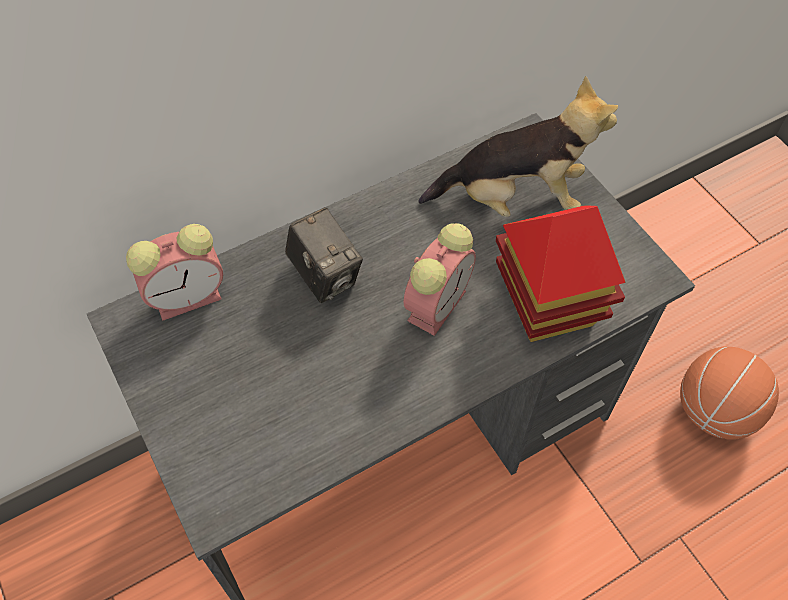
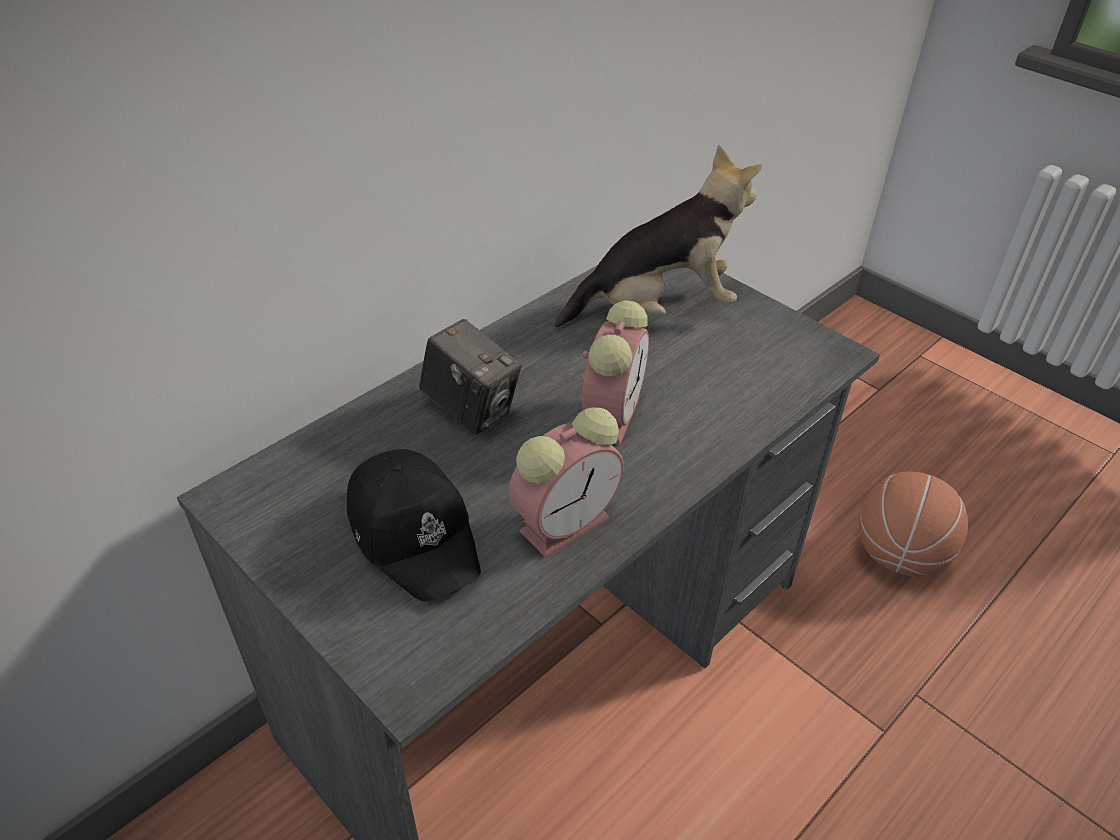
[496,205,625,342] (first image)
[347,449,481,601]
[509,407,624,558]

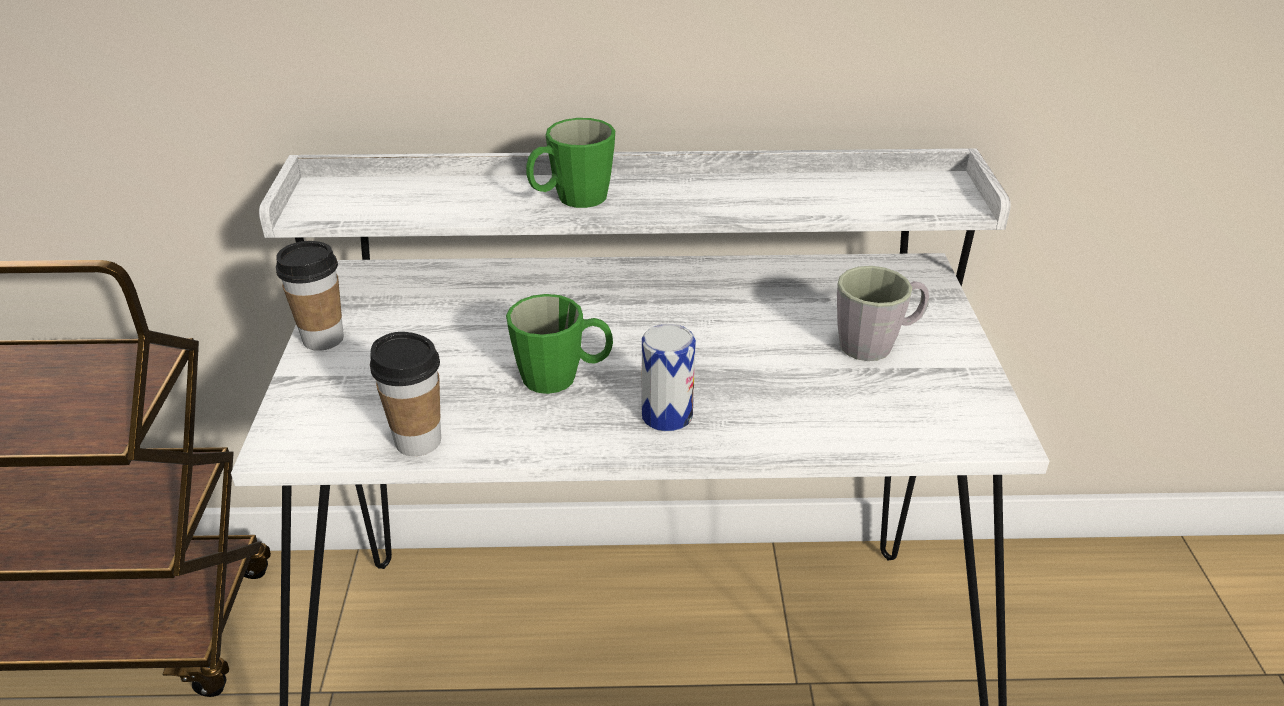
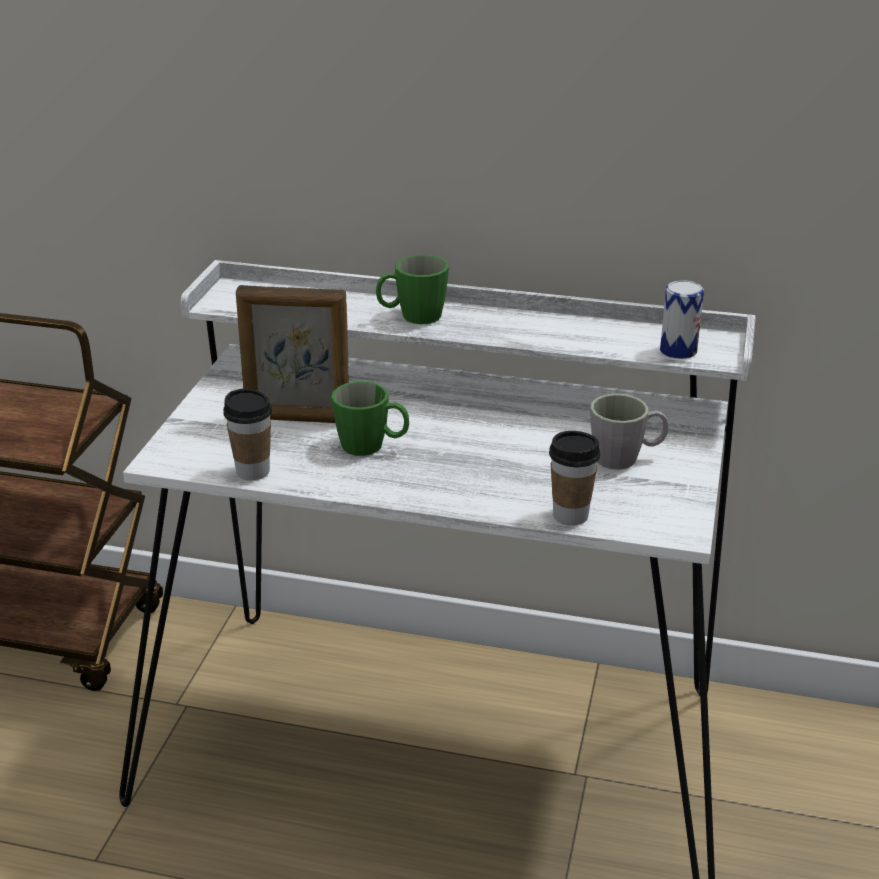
[236,285,349,423]
[549,431,600,526]
[660,280,704,359]

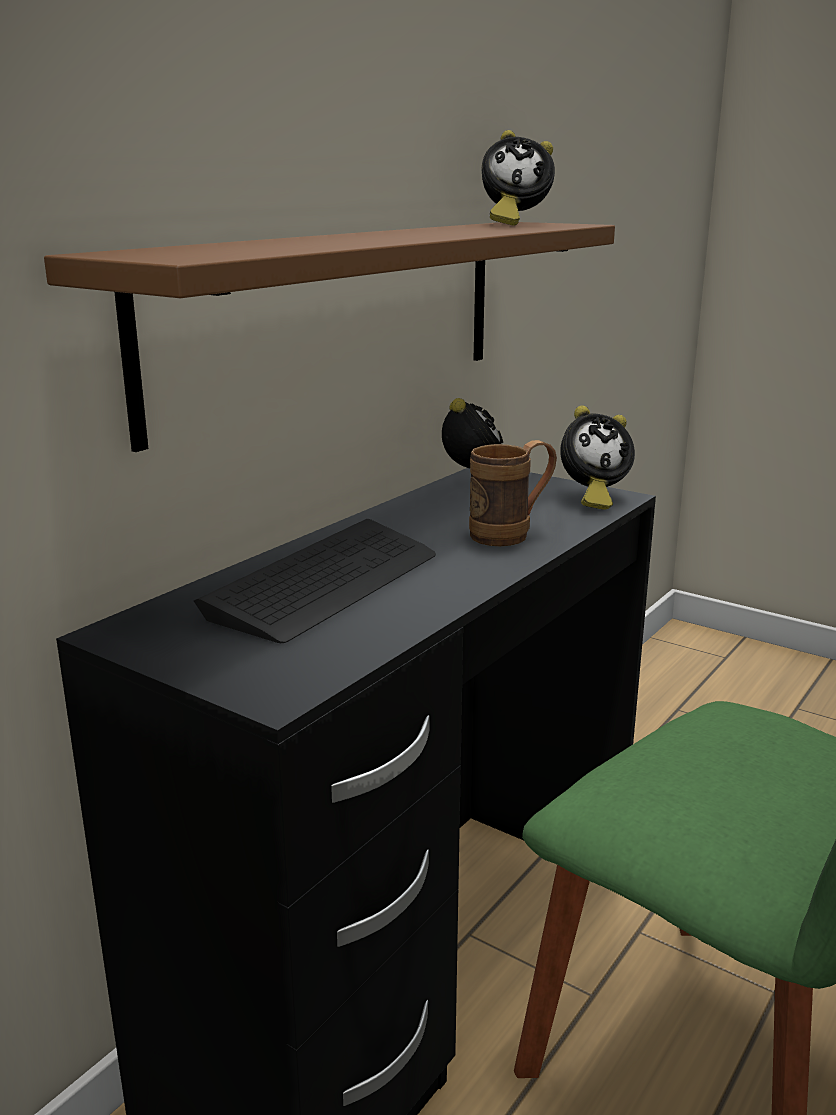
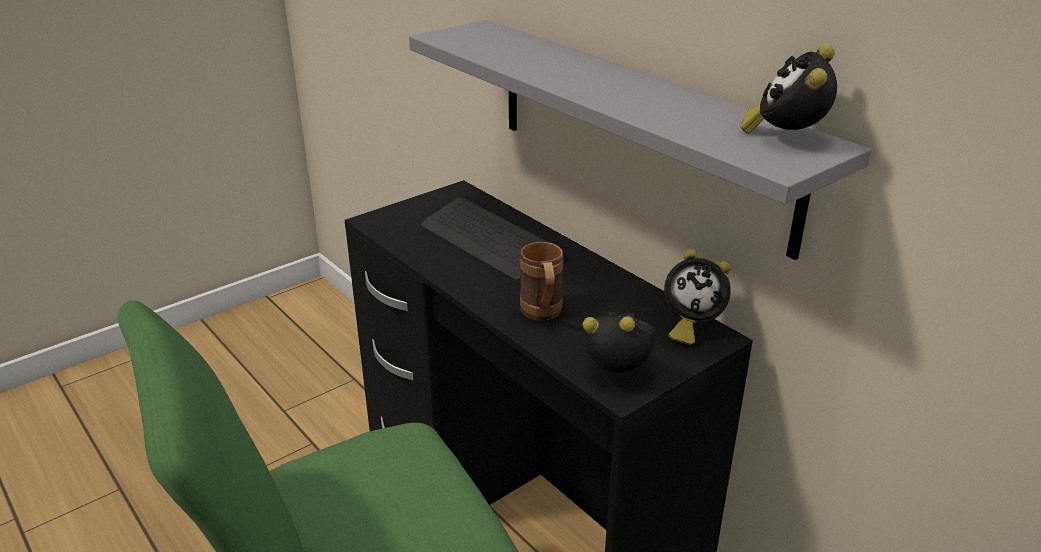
[409,20,871,260]
[583,312,656,373]

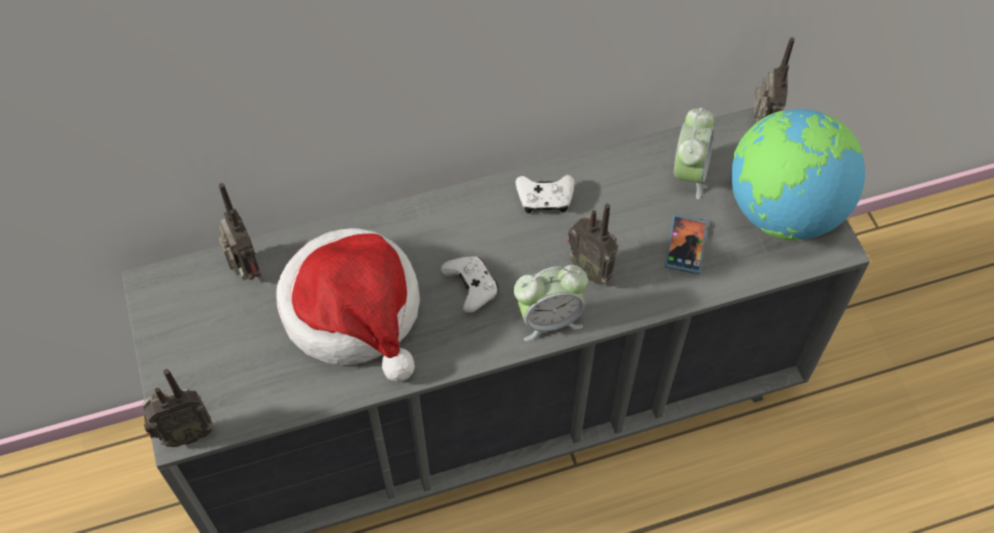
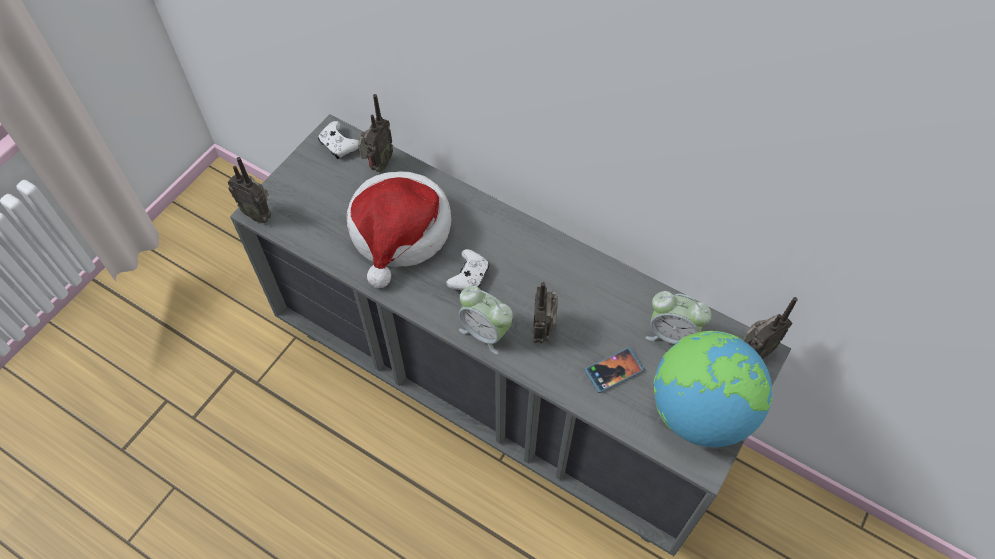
[318,121,359,159]
[645,291,711,344]

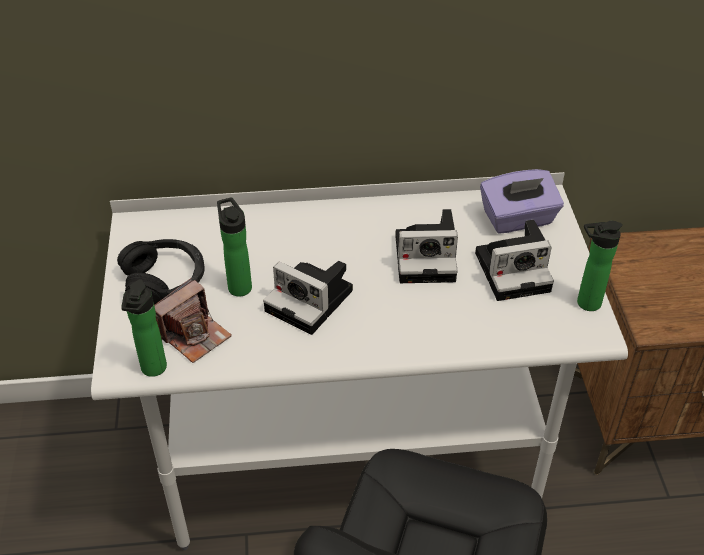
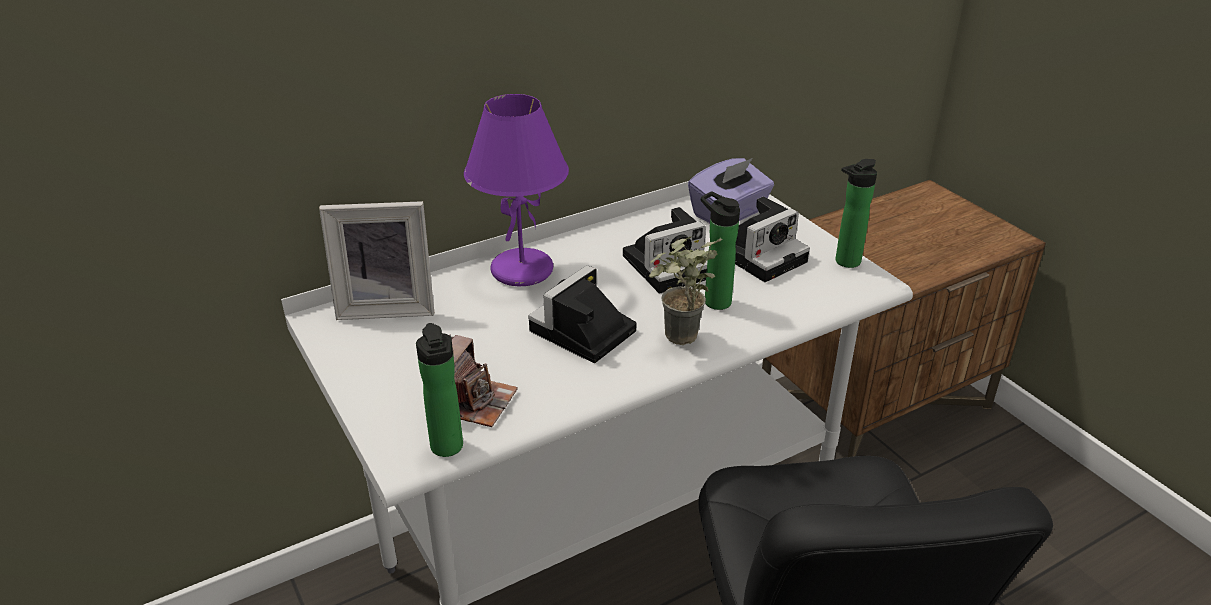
[117,239,205,305] (first image)
[319,201,434,320]
[464,94,569,286]
[649,237,723,345]
[701,191,740,310]
[528,265,637,363]

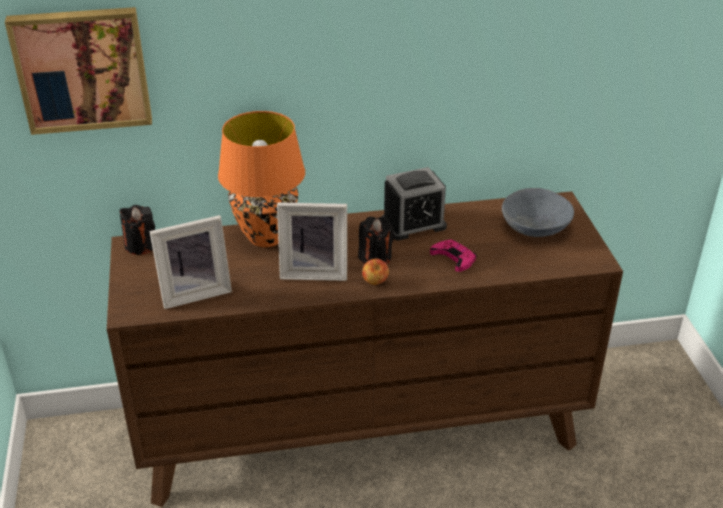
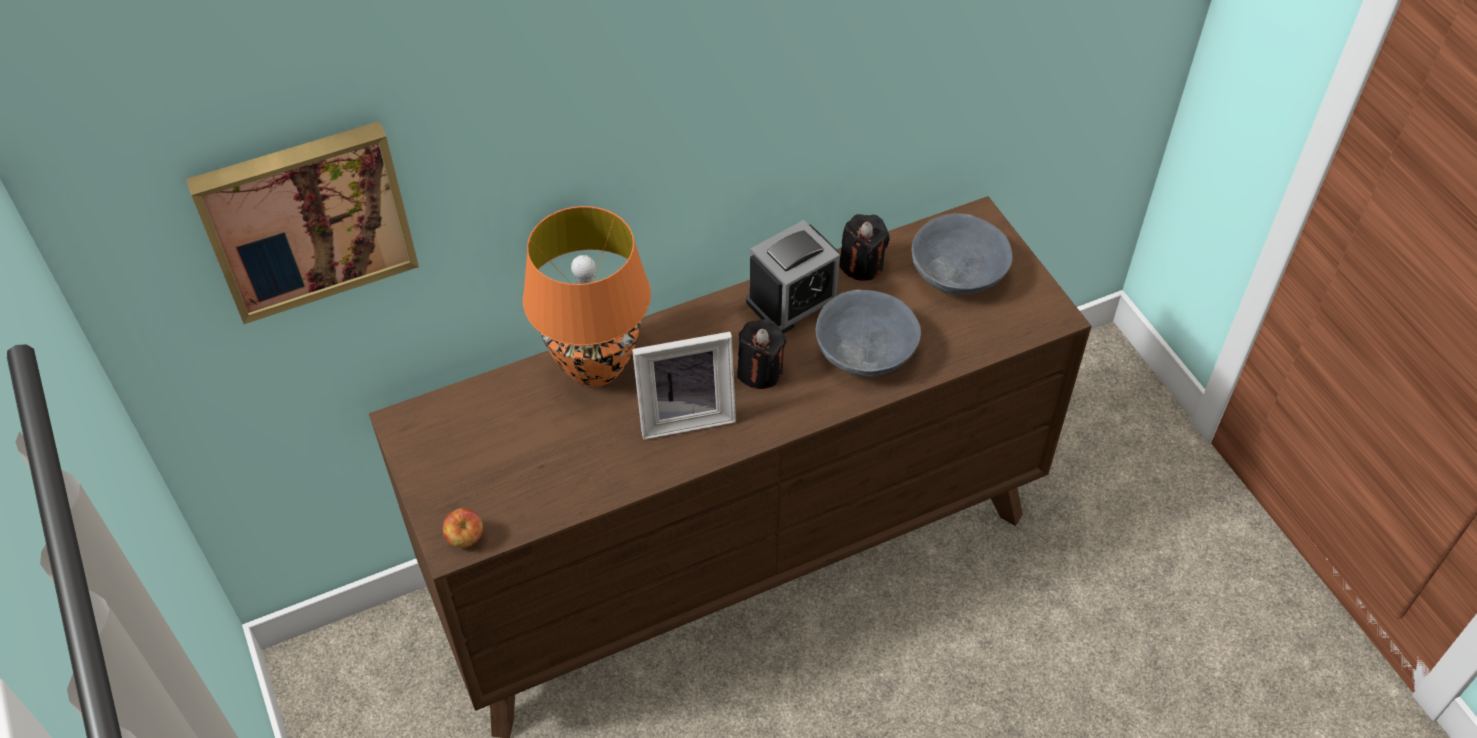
[150,215,232,309] (first image)
[839,214,890,281]
[443,508,483,548]
[816,290,921,377]

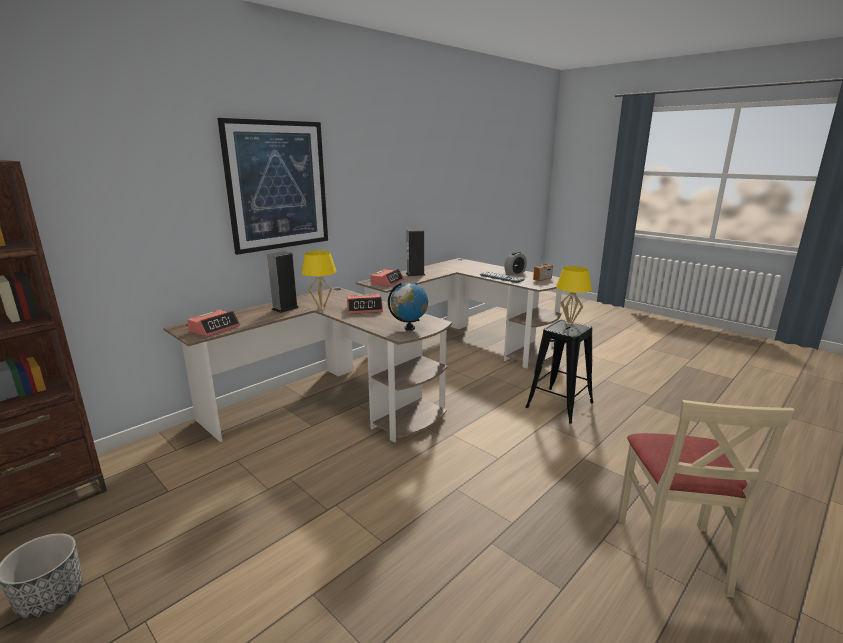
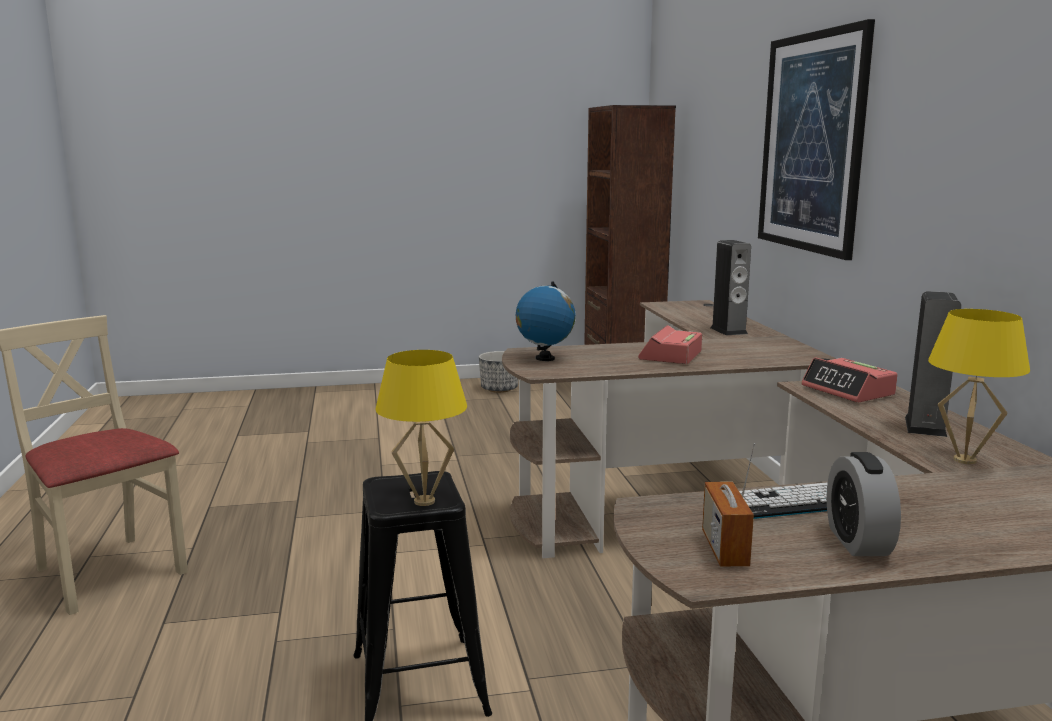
[187,310,240,337] (first image)
[928,309,1030,464]

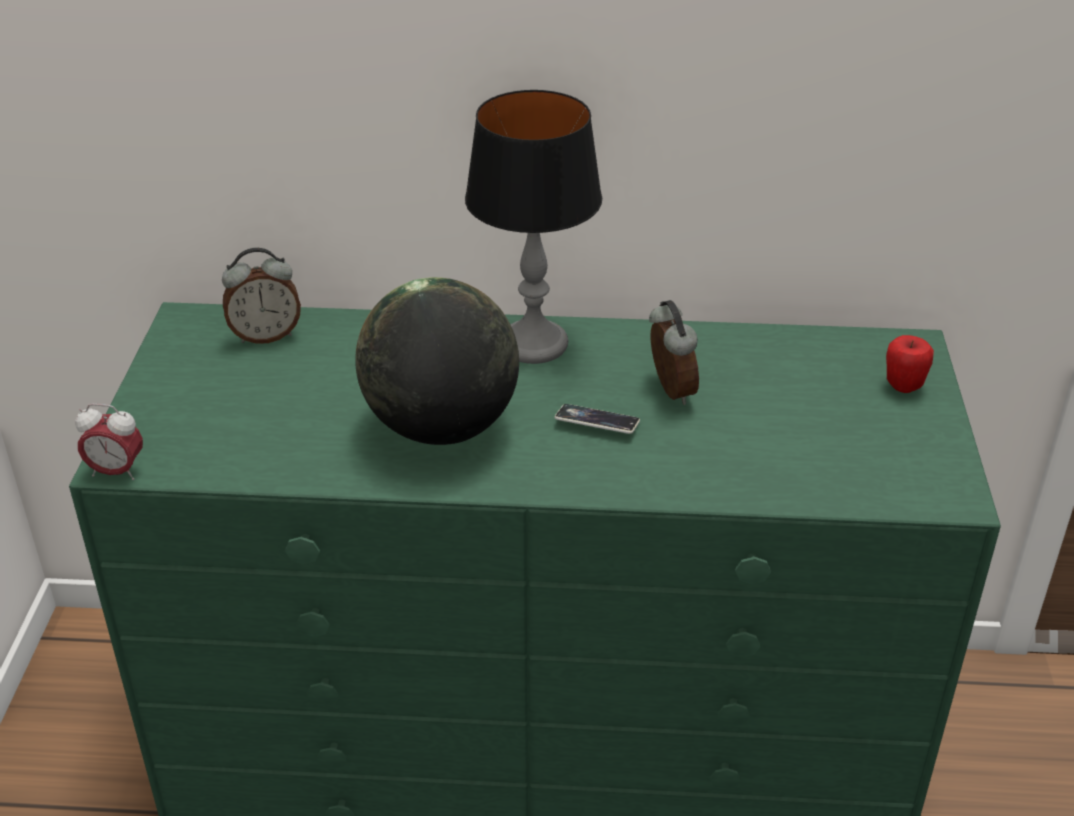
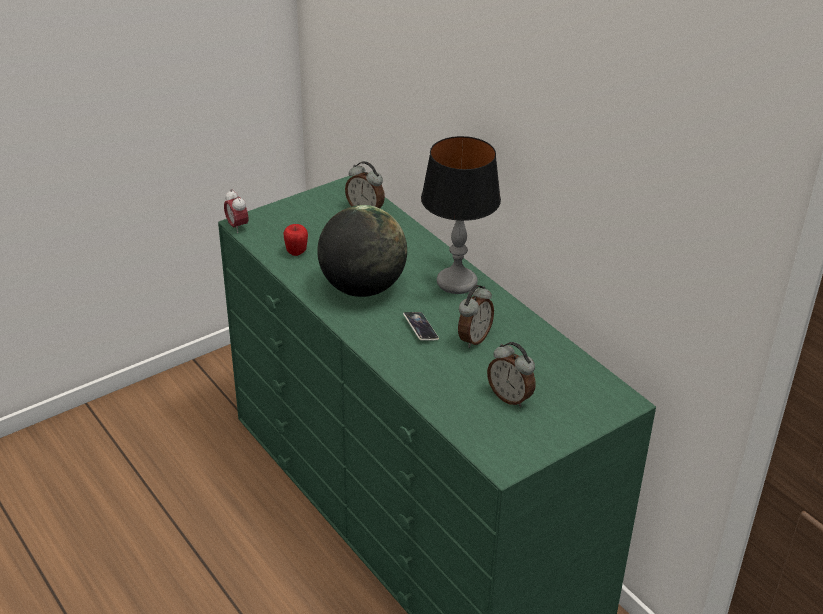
[487,342,536,407]
[284,224,308,256]

